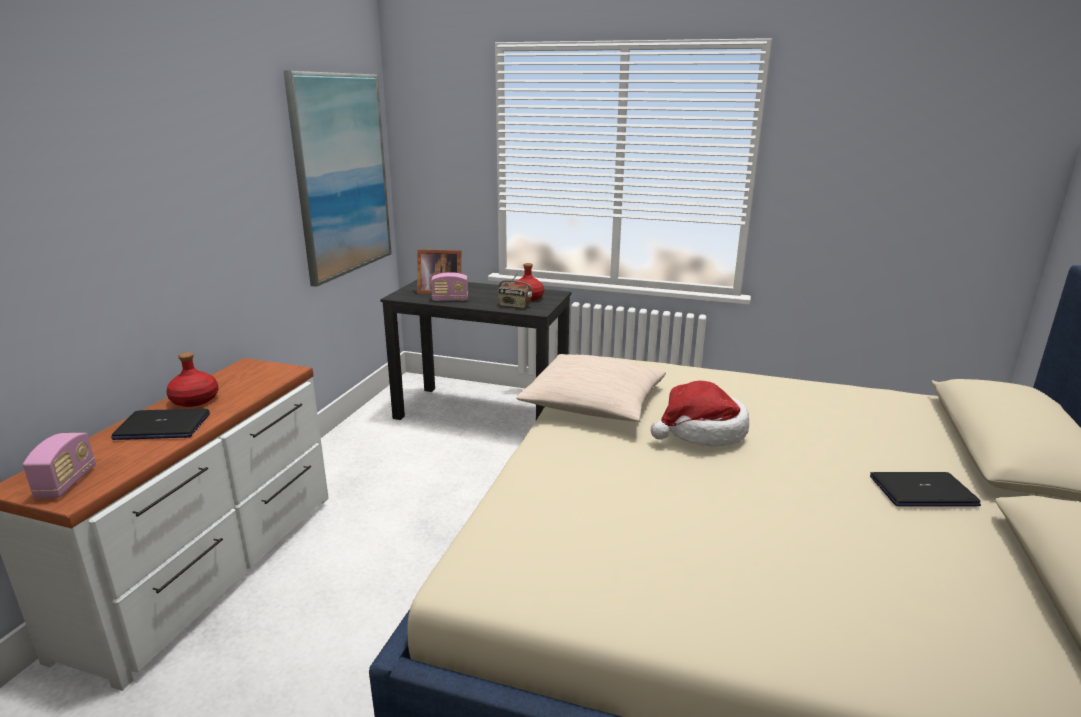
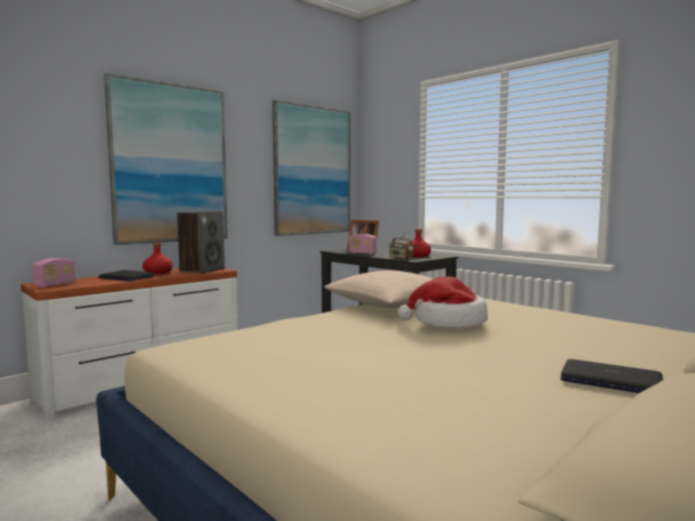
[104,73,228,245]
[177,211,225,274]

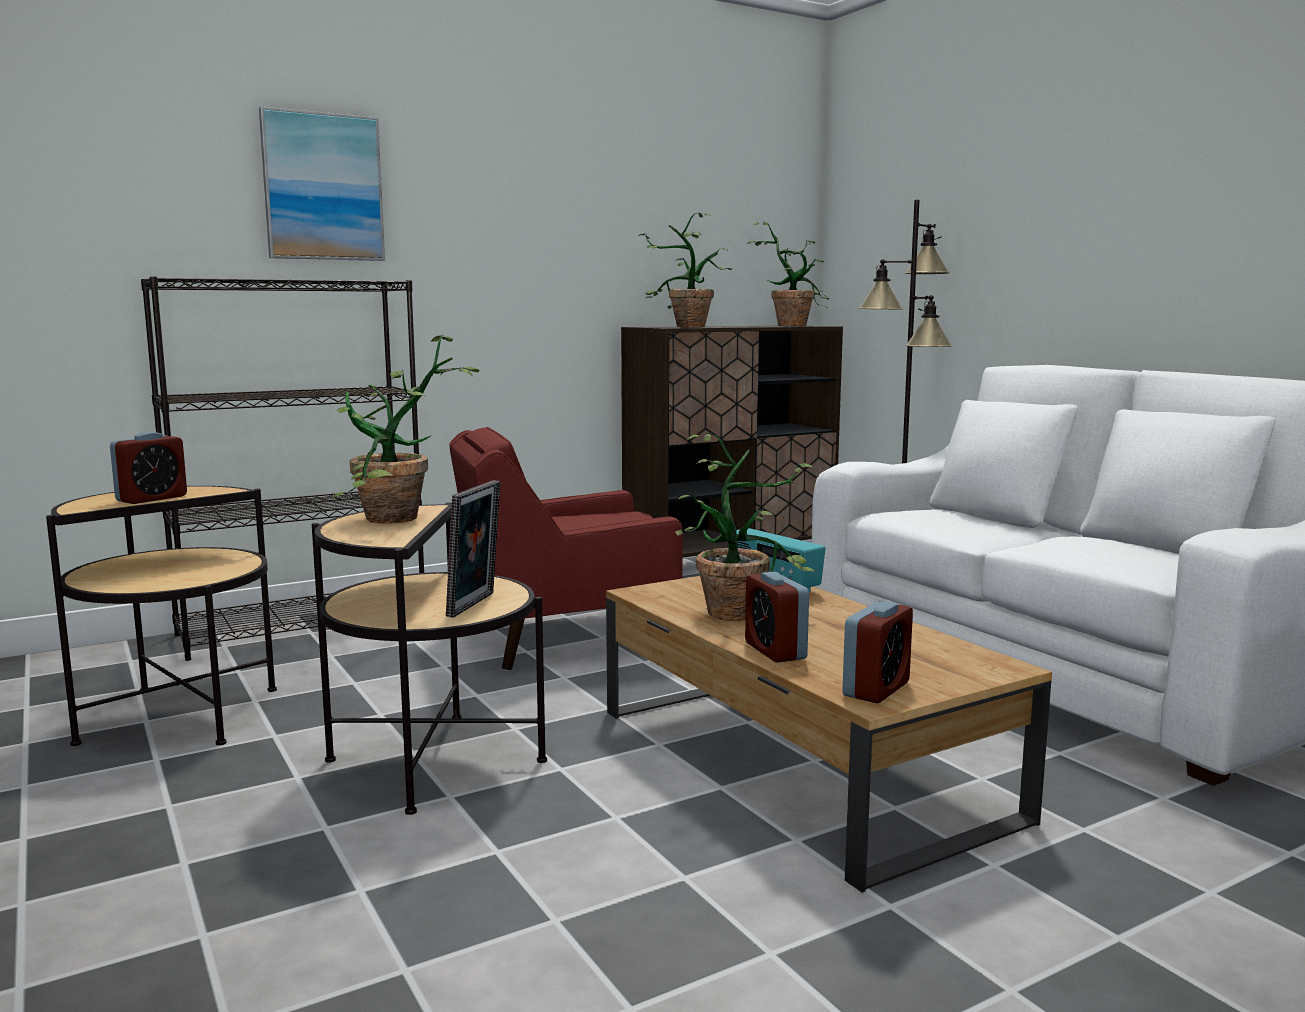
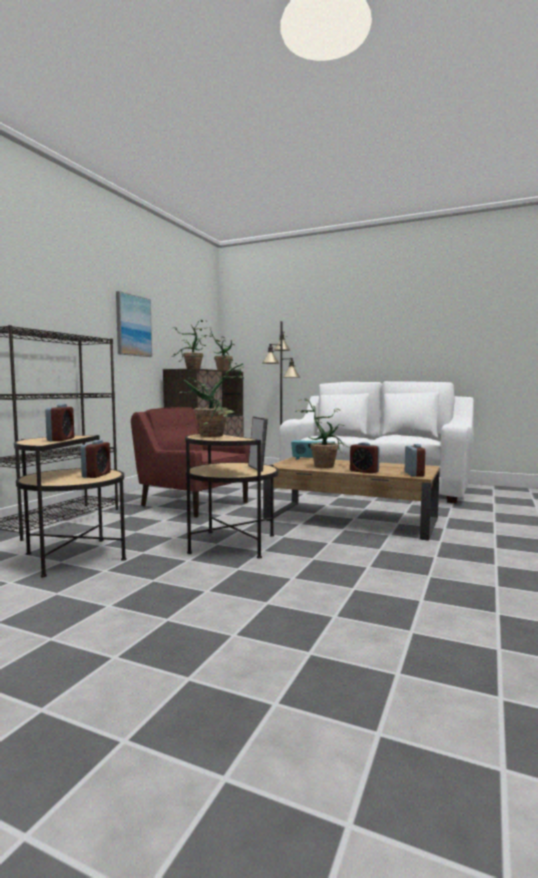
[81,440,111,478]
[116,291,152,357]
[131,407,250,518]

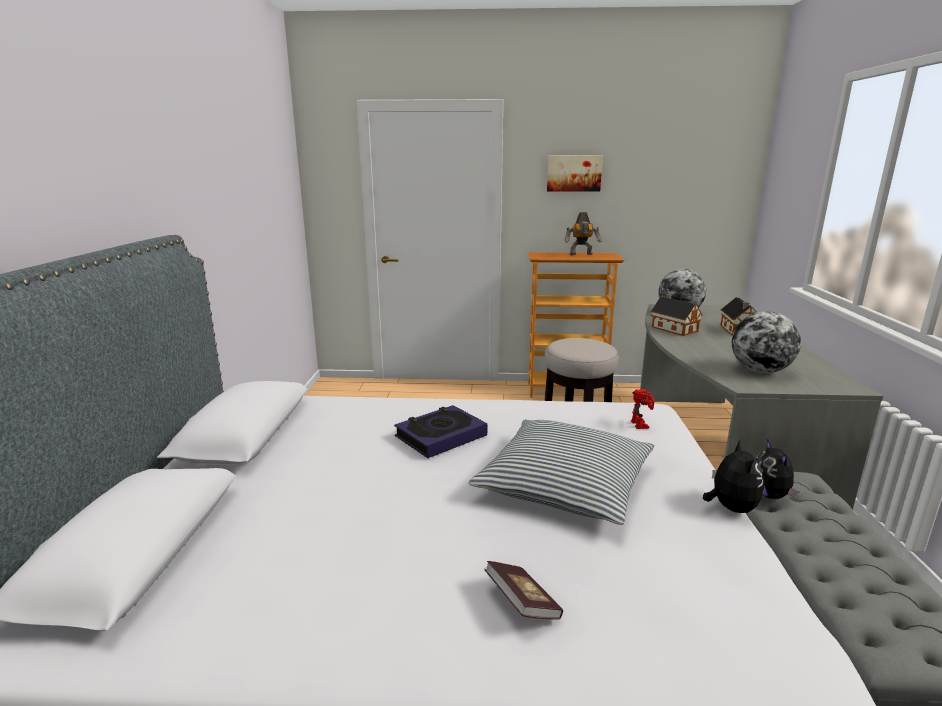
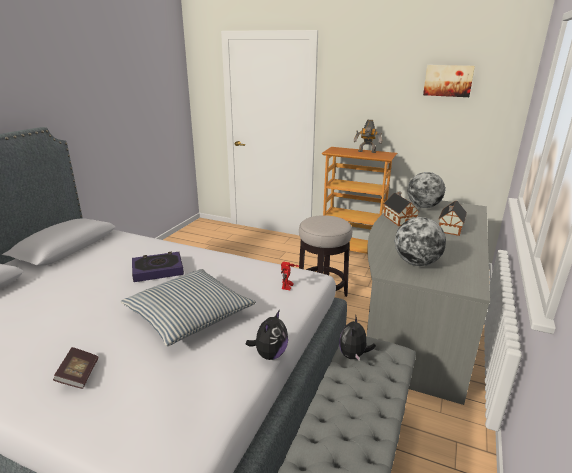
[423,65,475,97]

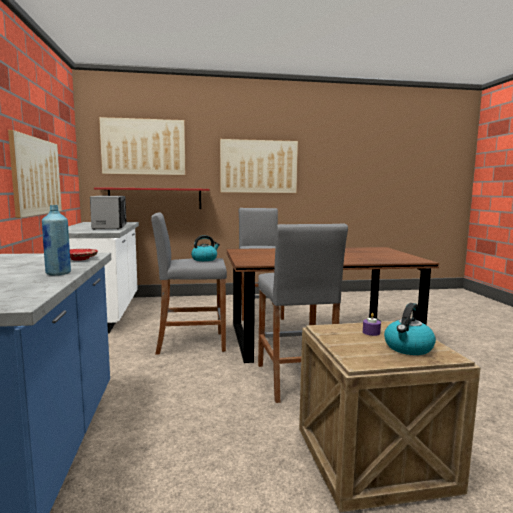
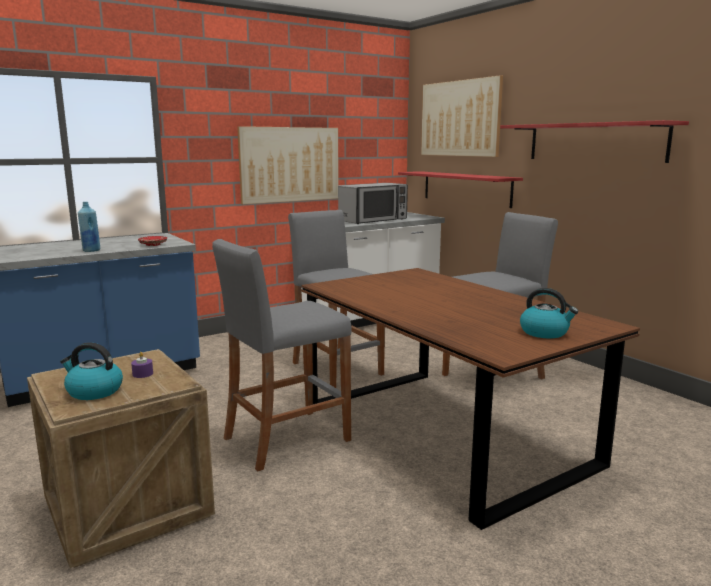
[520,288,578,338]
[500,120,689,163]

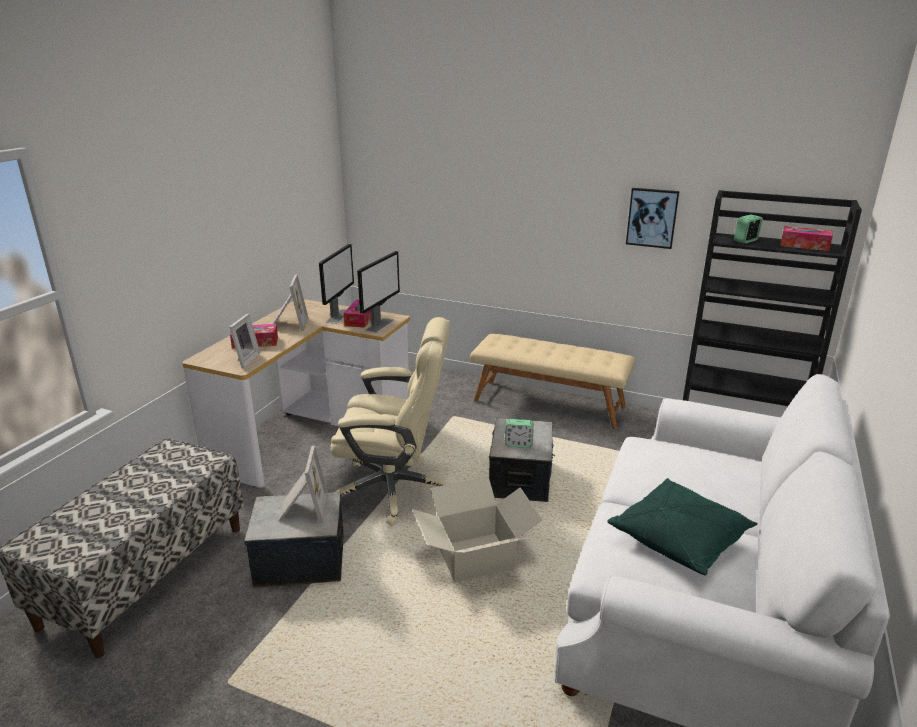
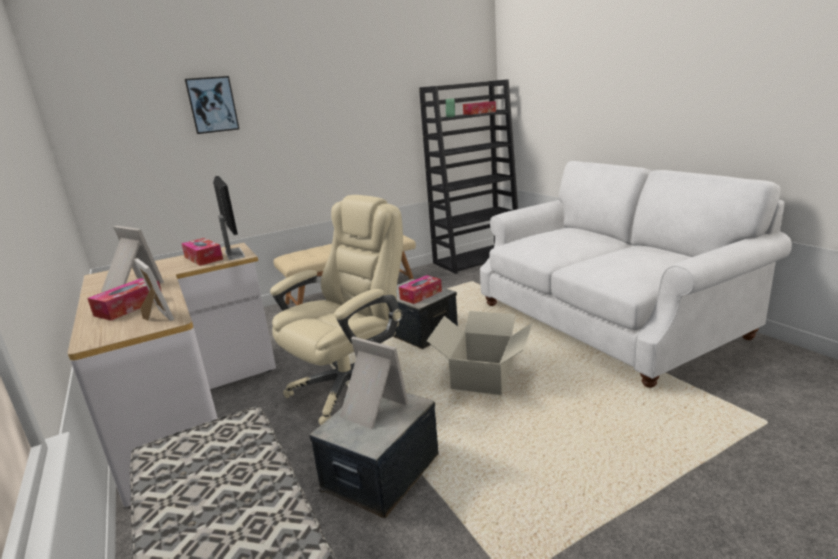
[319,244,354,324] (first image)
[607,478,758,575] (first image)
[185,76,239,134]
[399,275,442,304]

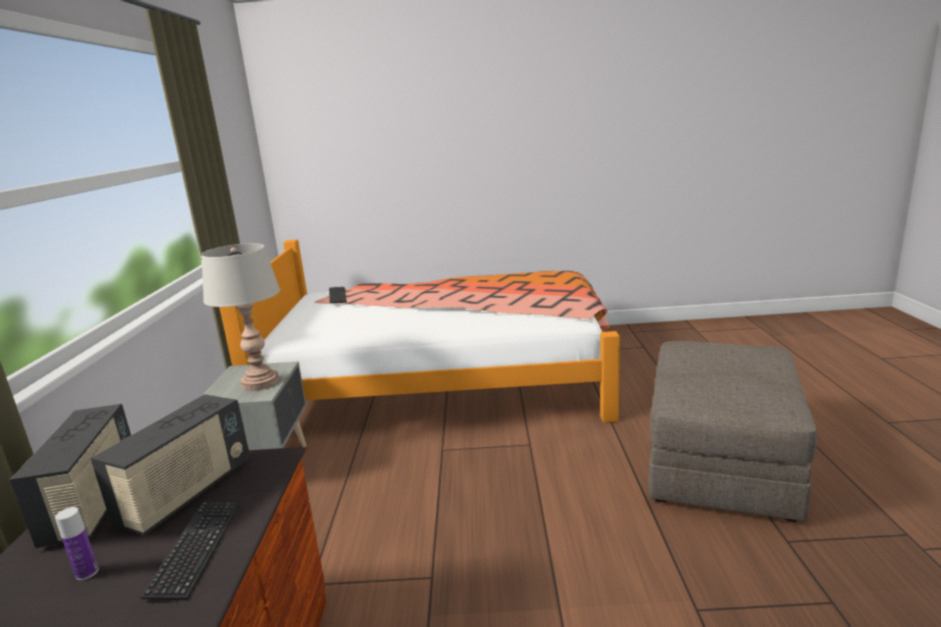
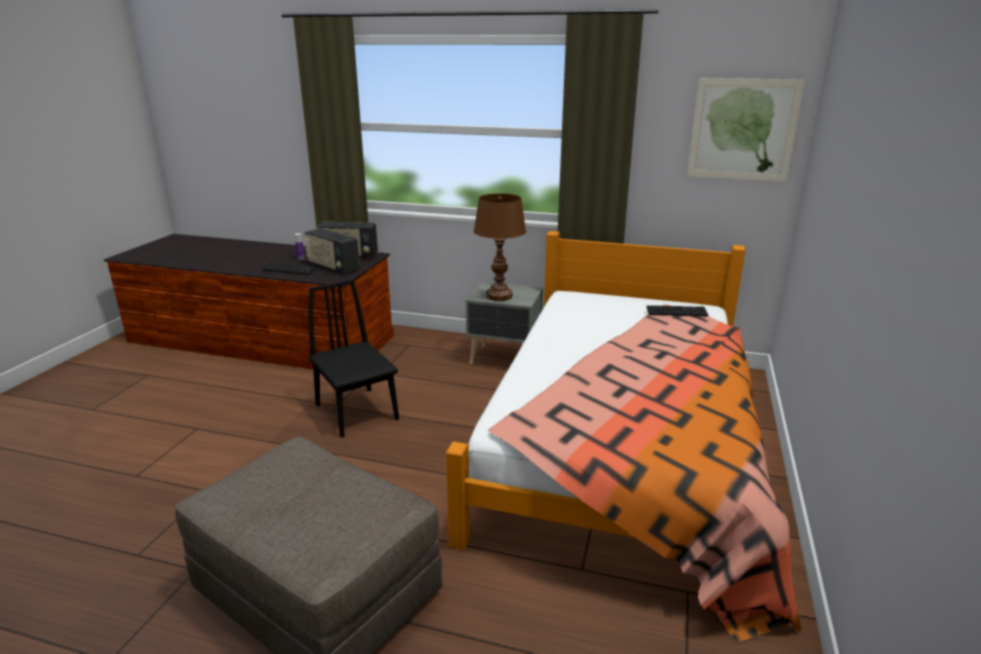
[308,279,399,438]
[687,78,805,182]
[474,193,526,301]

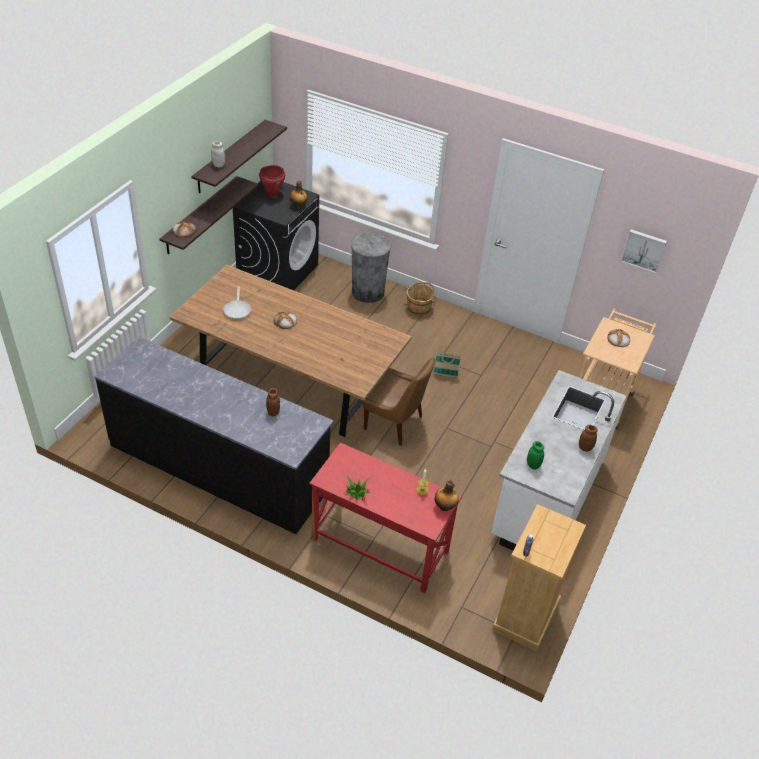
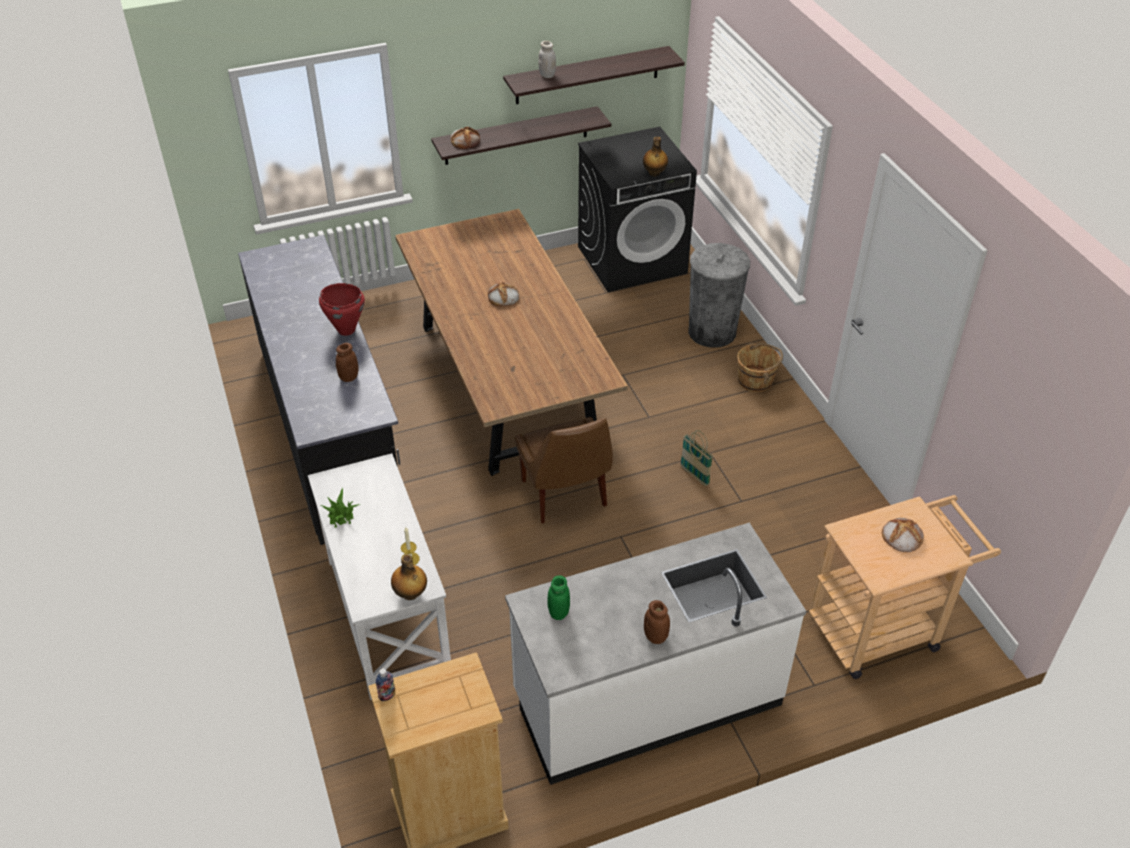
[223,286,251,319] (first image)
[621,229,667,273] (first image)
[319,283,365,336]
[308,453,451,700]

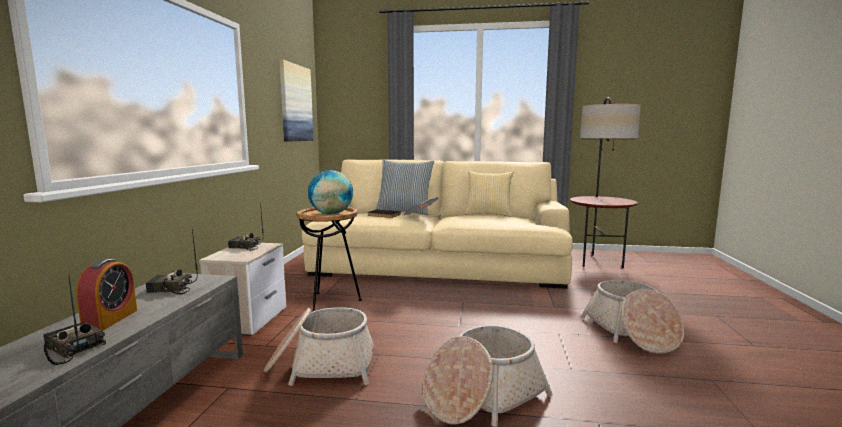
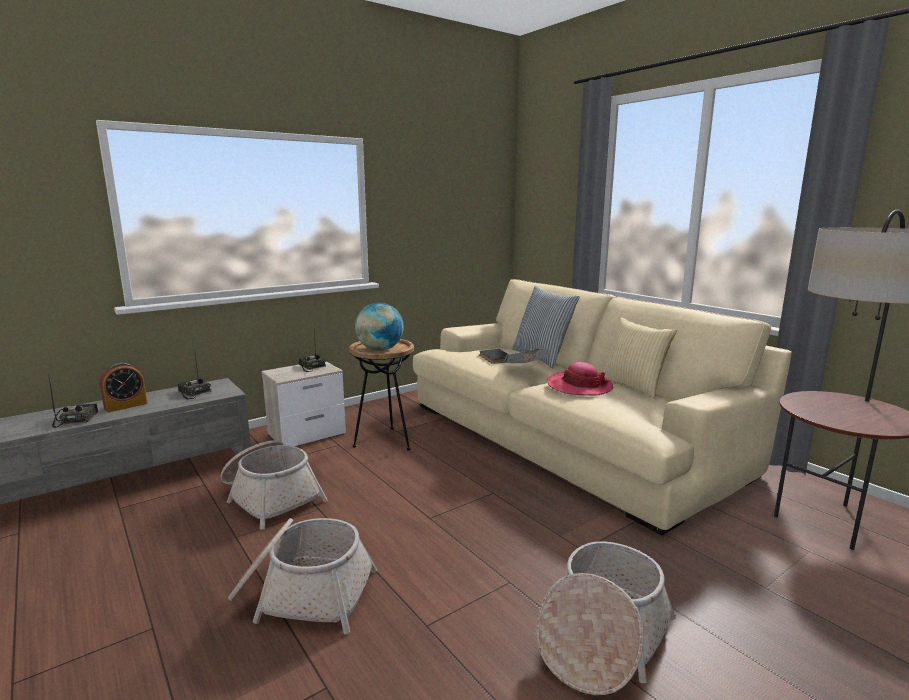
[280,60,314,142] (first image)
[547,362,614,396]

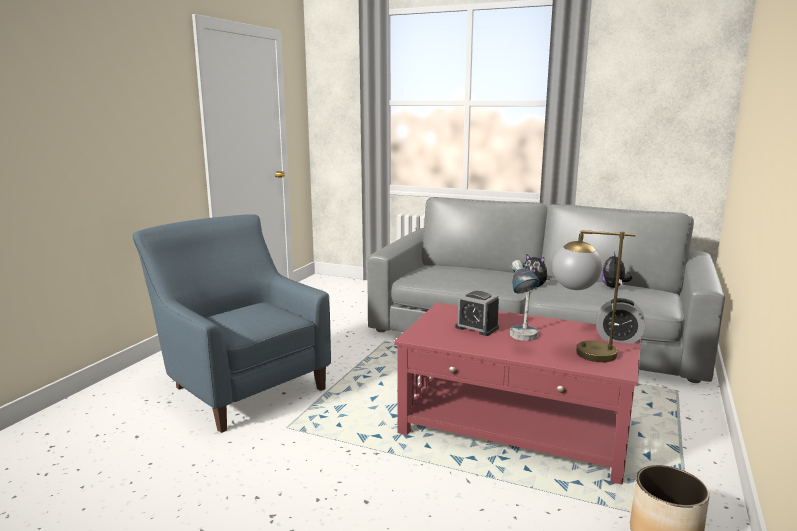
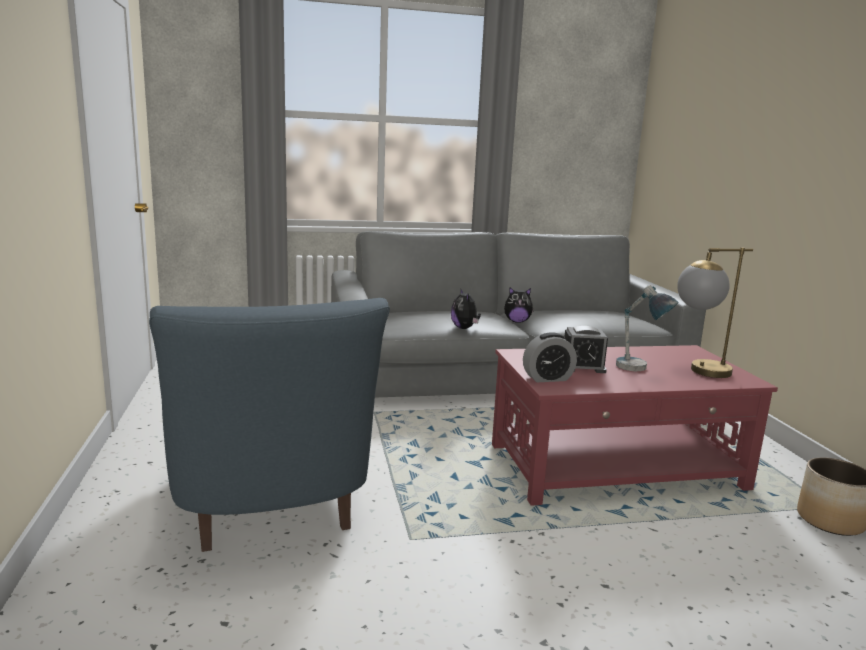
[523,332,577,382]
[451,289,481,329]
[149,298,390,552]

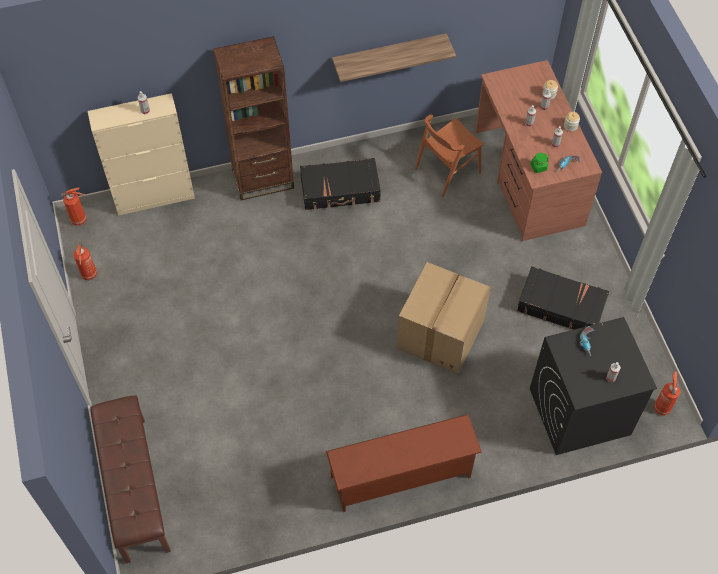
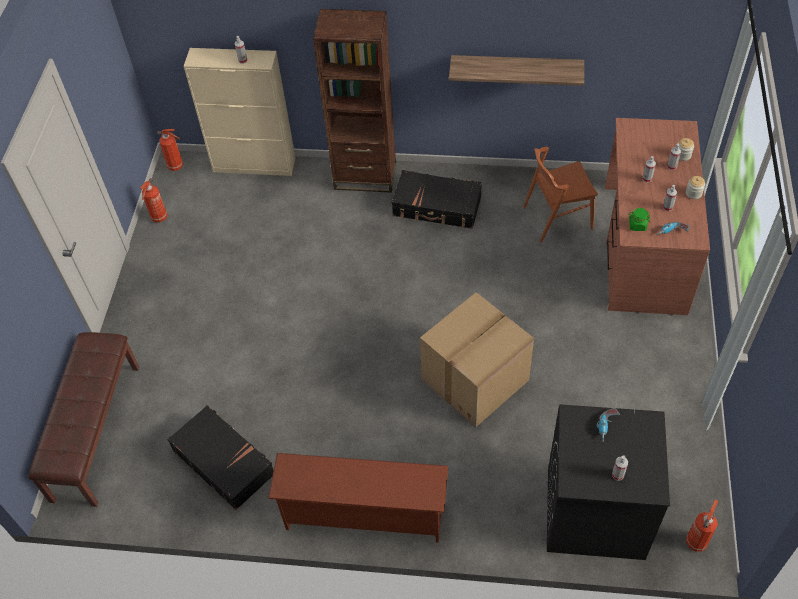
[167,405,274,510]

